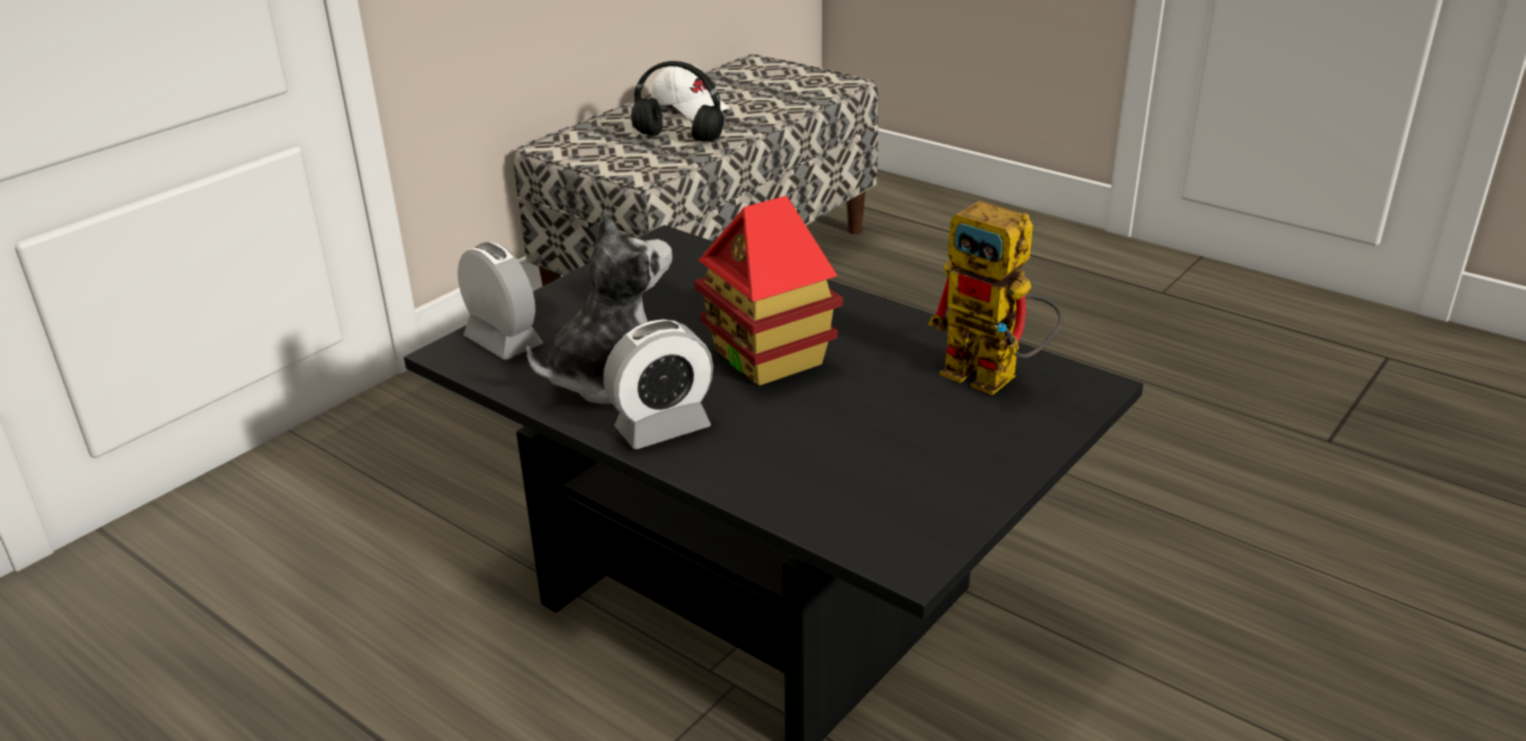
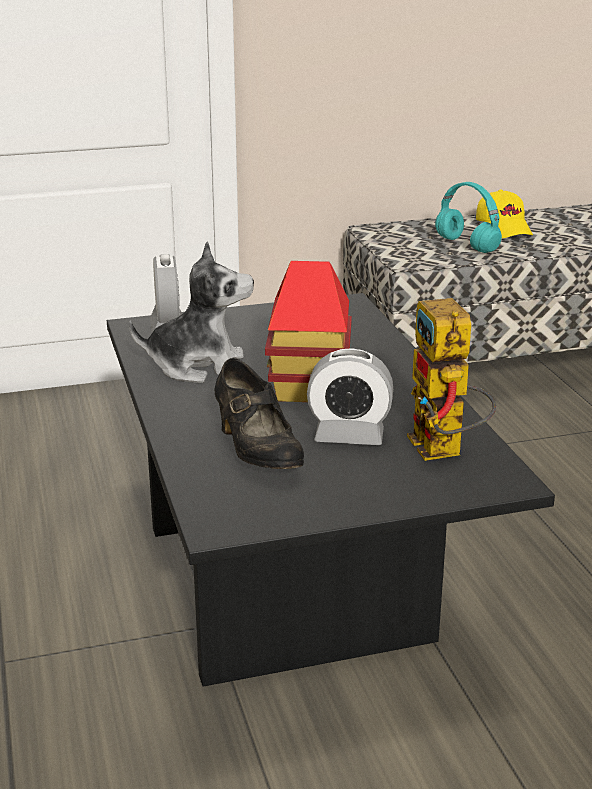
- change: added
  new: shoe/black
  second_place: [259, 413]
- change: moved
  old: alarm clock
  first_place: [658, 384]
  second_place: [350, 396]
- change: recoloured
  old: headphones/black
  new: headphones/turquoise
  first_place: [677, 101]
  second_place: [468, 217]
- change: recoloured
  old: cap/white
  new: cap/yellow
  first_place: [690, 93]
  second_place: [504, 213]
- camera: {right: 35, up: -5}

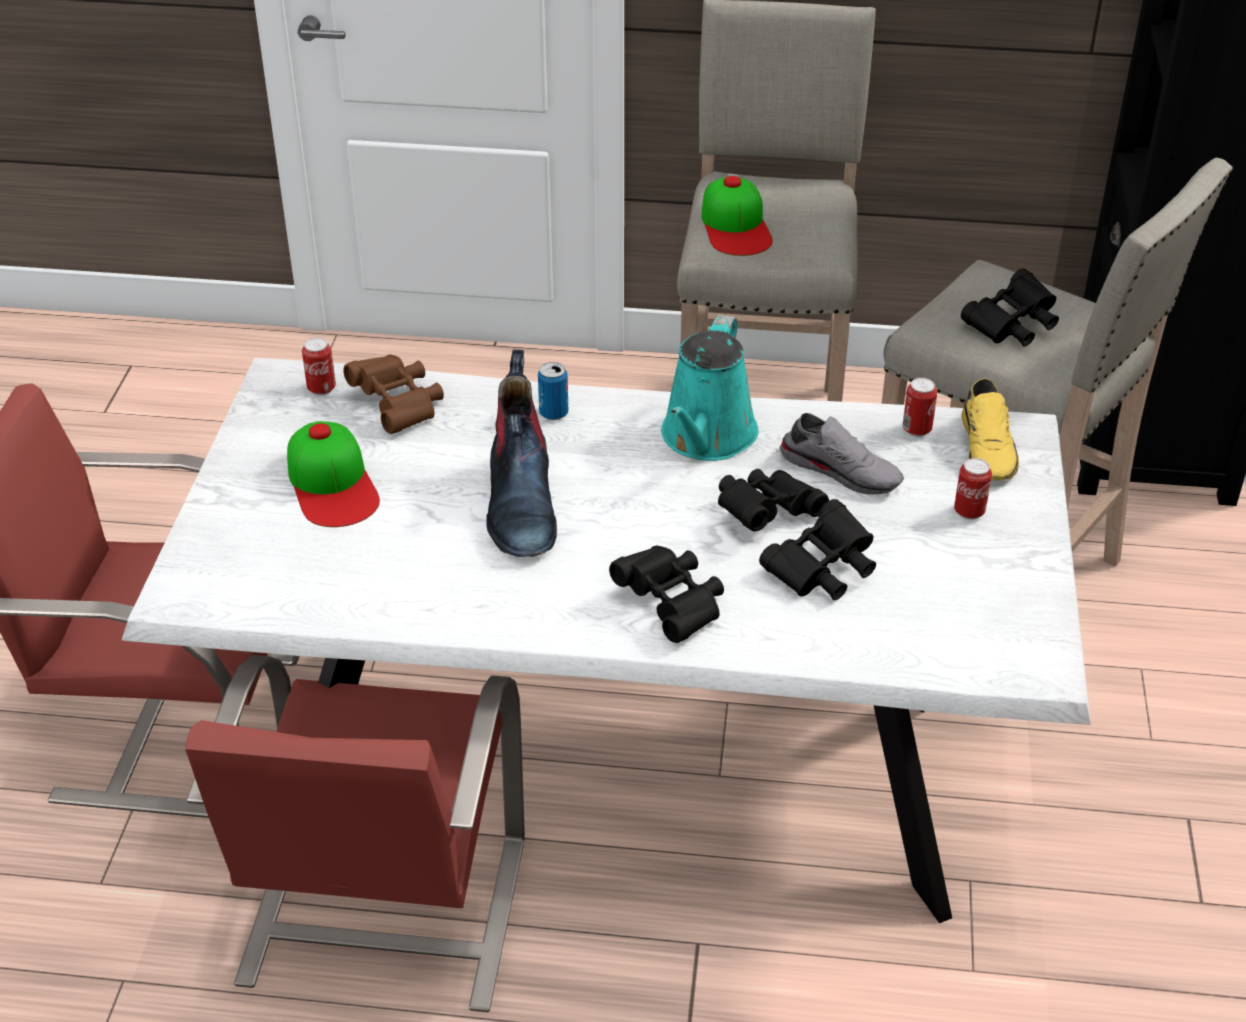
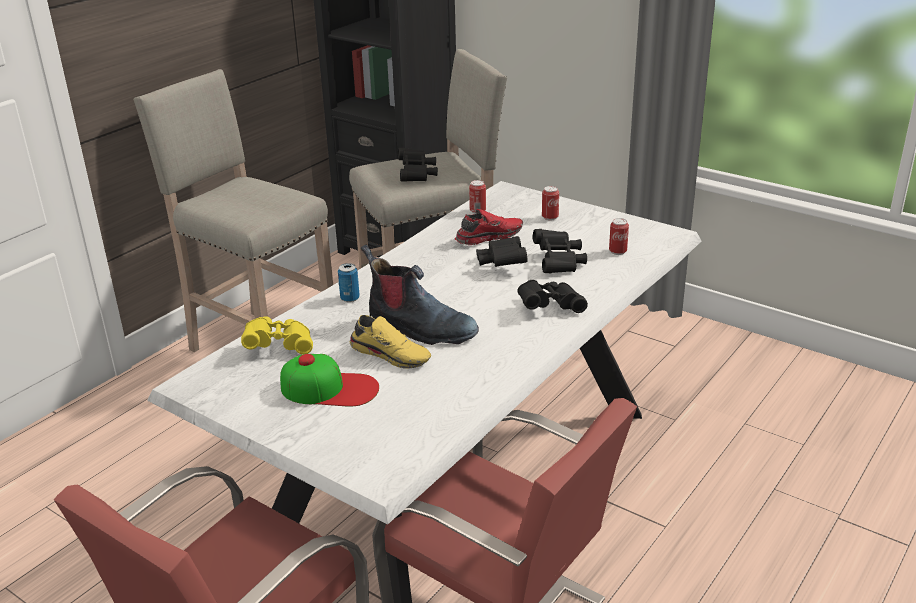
- change: recoloured
  old: binoculars/brown
  new: binoculars/yellow
  first_place: [393, 394]
  second_place: [277, 335]
- change: moved
  old: shoe/yellow
  first_place: [990, 429]
  second_place: [390, 342]
- change: recoloured
  old: shoe/grey
  new: shoe/red
  first_place: [841, 453]
  second_place: [489, 227]
- change: moved
  old: can
  first_place: [319, 366]
  second_place: [619, 236]
- change: removed
  old: watering can/turquoise
  first_place: [710, 388]
- change: removed
  old: cap
  first_place: [737, 216]
- camera: {right: -60, up: -10}

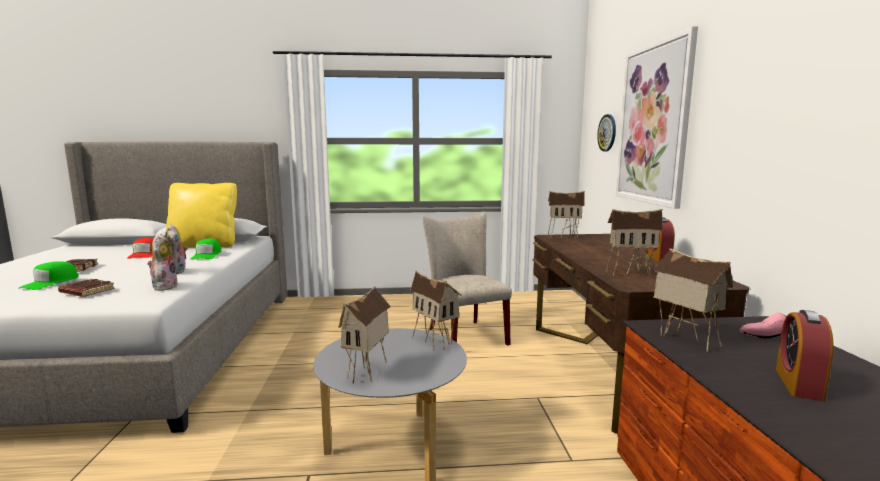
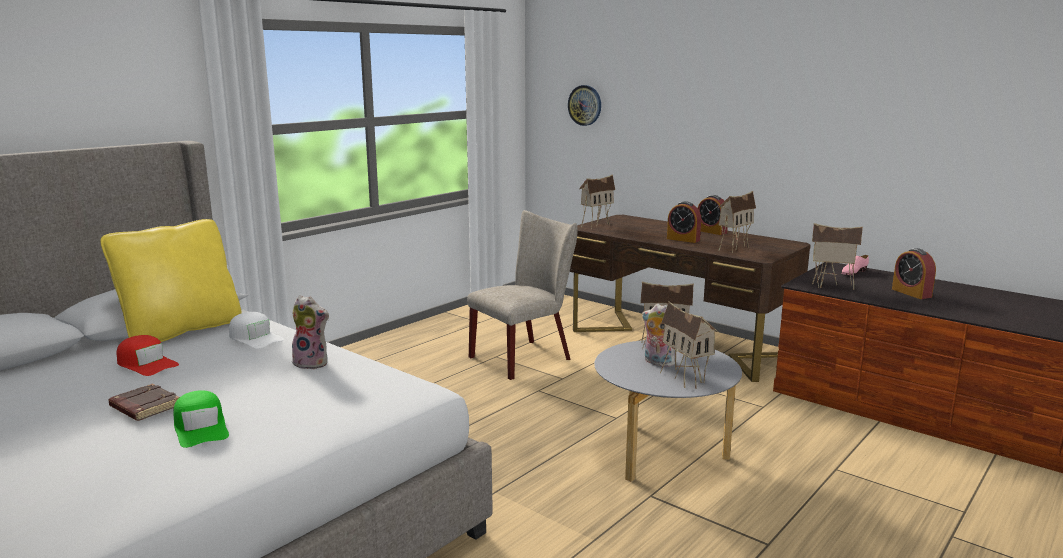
- change: recoloured
  old: cap/green
  new: cap/white
  first_place: [206, 249]
  second_place: [256, 330]
- change: turned
  old: chair/beige
  first_place: [467, 279]
  second_place: [522, 295]
  degrees: 120
- change: moved
  old: plush toy
  first_place: [163, 262]
  second_place: [658, 335]
- change: added
  new: alarm clock
  second_place: [684, 222]
- change: removed
  old: book/brown
  first_place: [86, 288]
- change: removed
  old: picture
  first_place: [657, 117]
- camera: {right: -45, up: 5}

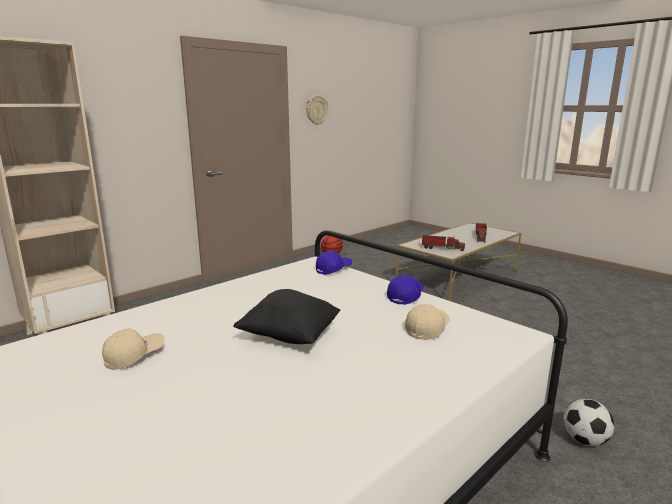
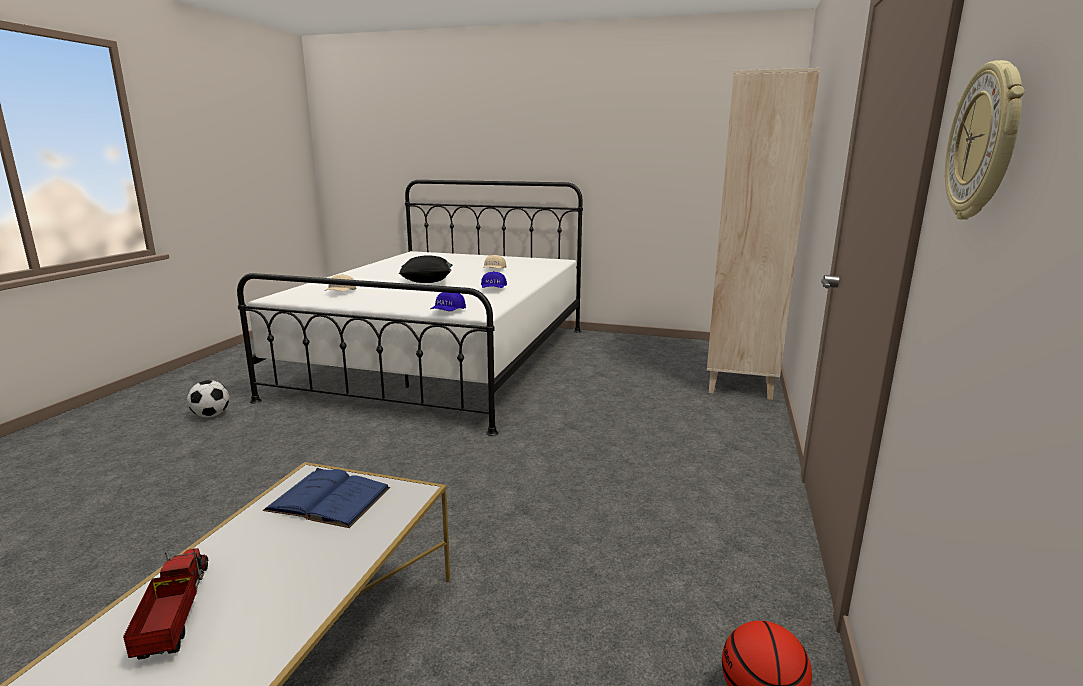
- change: replaced
  old: toy truck
  new: book/blue
  first_place: [443, 243]
  second_place: [326, 498]
- change: moved
  old: cap/blue
  first_place: [405, 290]
  second_place: [494, 279]
- camera: {right: 150, up: 0}

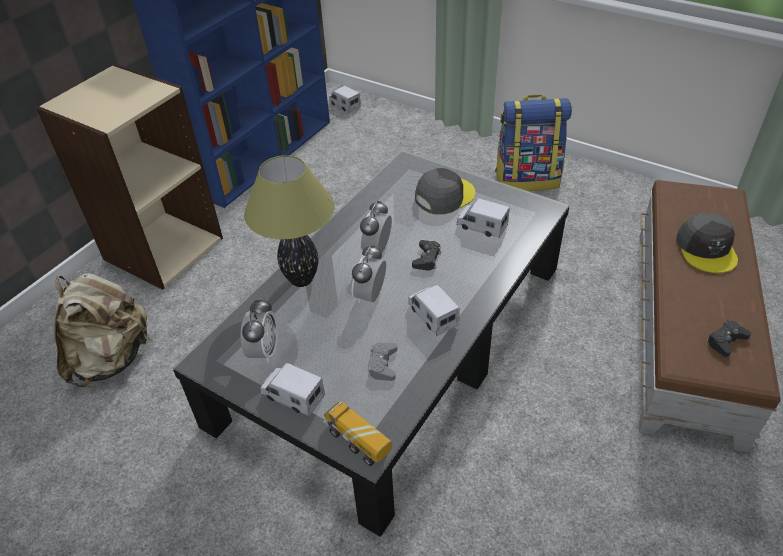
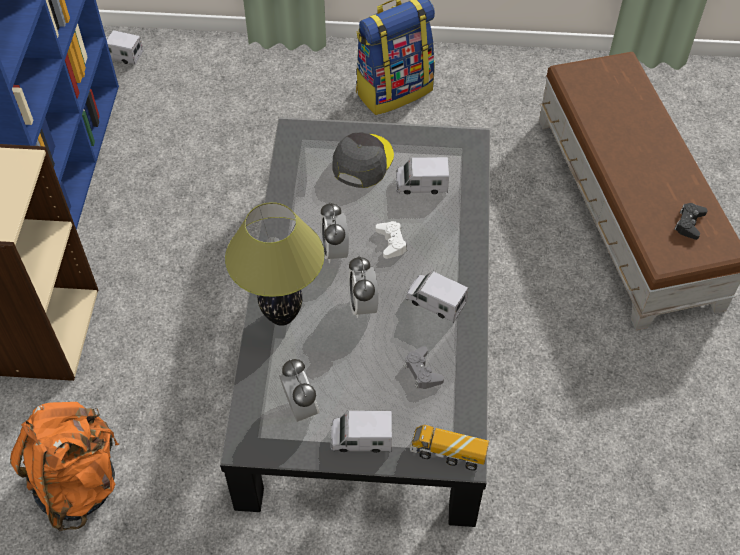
- change: recoloured
  old: backpack/beige
  new: backpack/orange
  first_place: [102, 330]
  second_place: [64, 466]
- change: recoloured
  old: game controller/black
  new: game controller/white
  first_place: [426, 255]
  second_place: [391, 240]
- change: removed
  old: cap/grey
  first_place: [707, 243]
- camera: {right: -30, up: 10}

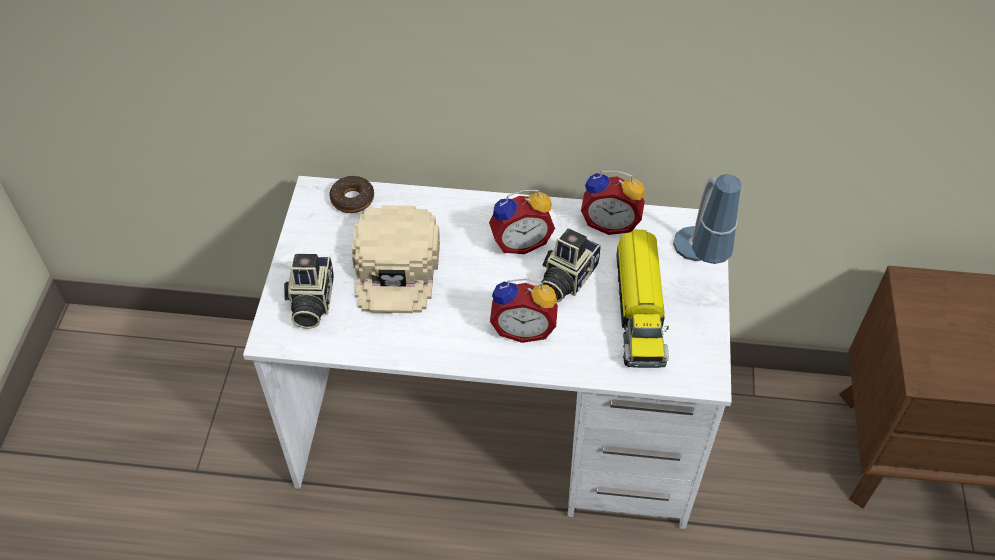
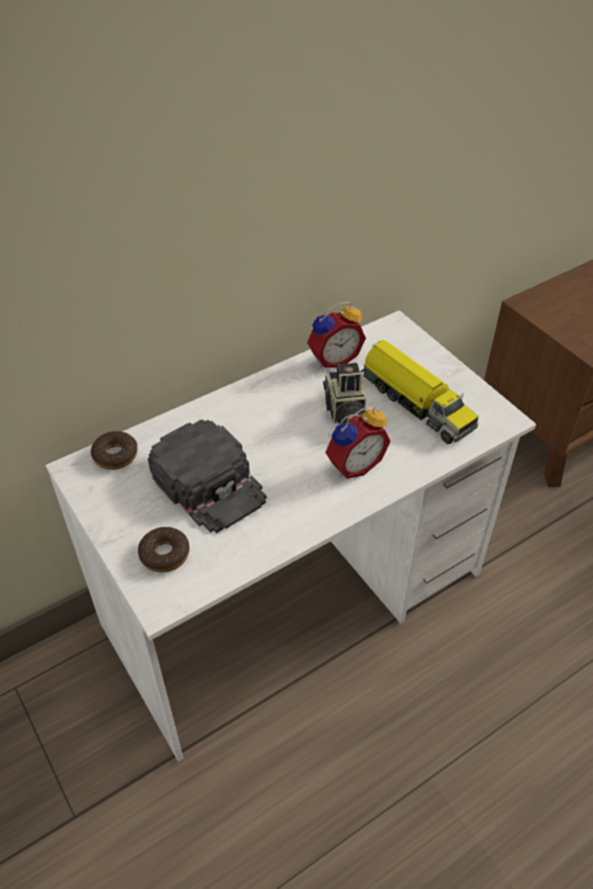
- change: replaced
  old: photo camera
  new: donut
  first_place: [309, 291]
  second_place: [164, 549]
- change: recoloured
  old: cap/beige
  new: cap/black
  first_place: [396, 259]
  second_place: [207, 476]
- change: removed
  old: alarm clock
  first_place: [522, 222]
- change: removed
  old: table lamp
  first_place: [707, 219]
- camera: {right: -40, up: -5}

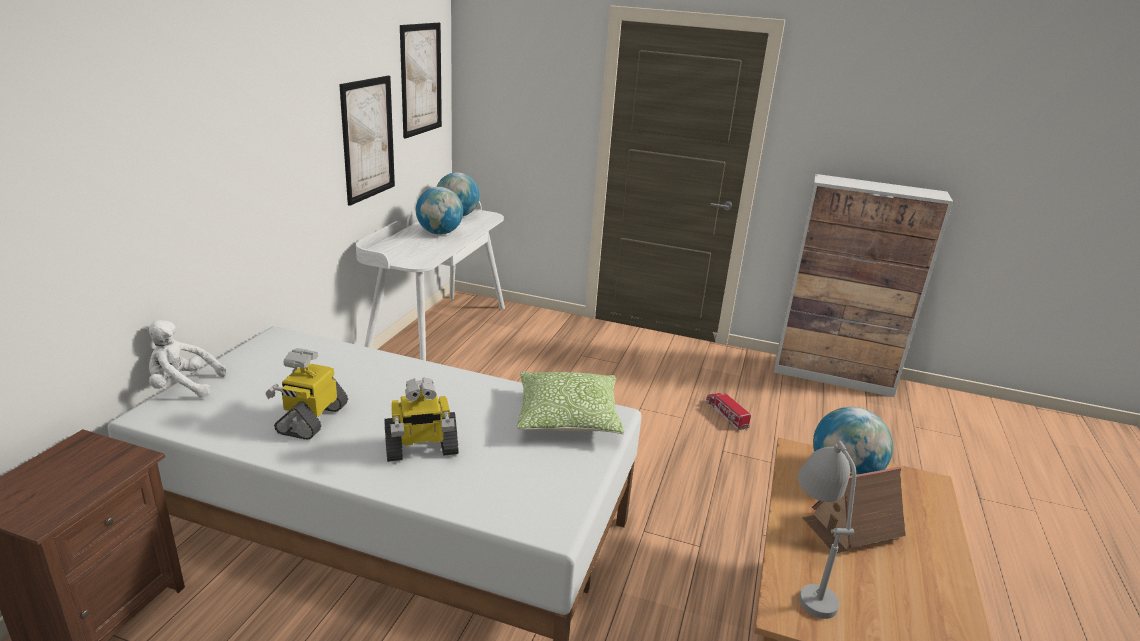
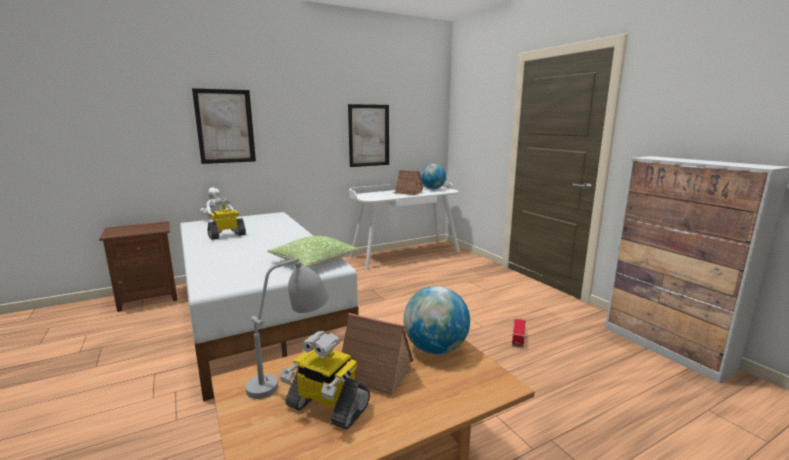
- change: moved
  old: picture
  first_place: [421, 81]
  second_place: [224, 126]
- change: moved
  old: toy robot
  first_place: [422, 419]
  second_place: [325, 380]
- change: replaced
  old: globe
  new: toy house
  first_place: [439, 211]
  second_place: [408, 182]
- camera: {right: 45, up: -10}

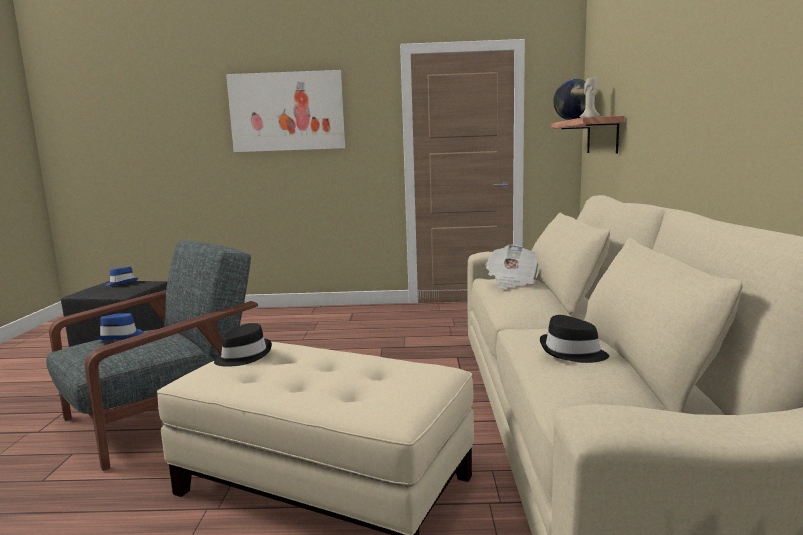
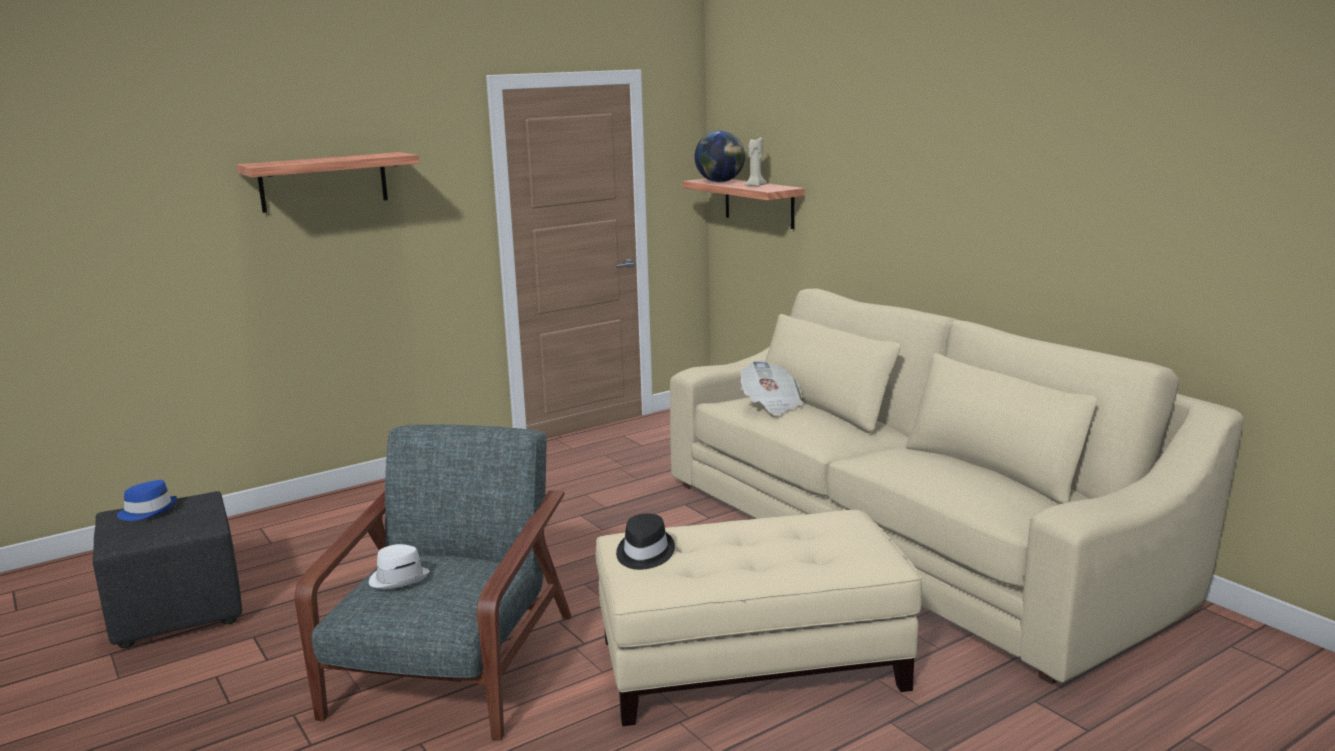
- change: replaced
  old: picture
  new: shelf
  first_place: [285, 111]
  second_place: [327, 182]
- change: recoloured
  old: hat/blue
  new: hat/white
  first_place: [119, 326]
  second_place: [399, 566]
- change: removed
  old: hat/black
  first_place: [574, 339]
- camera: {right: -35, up: 5}

